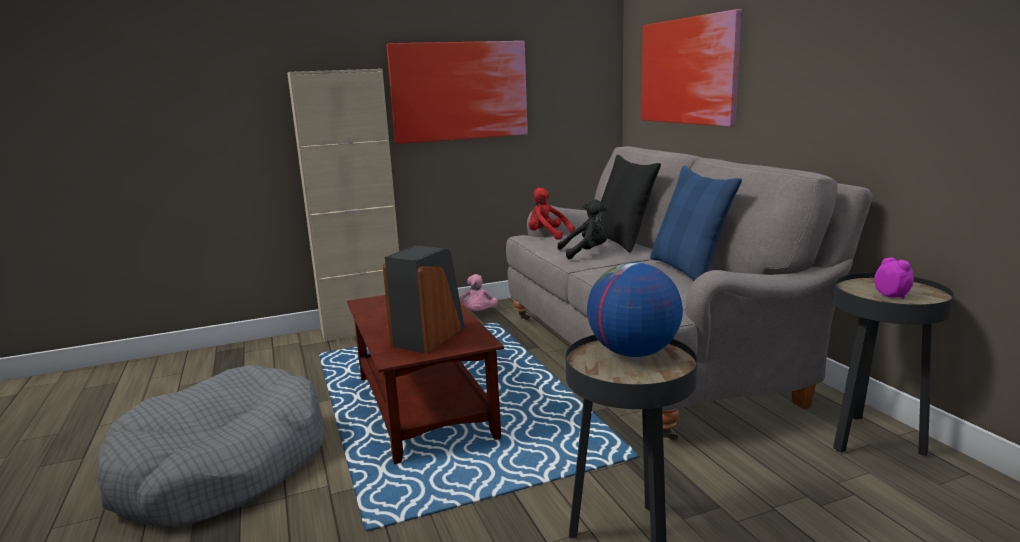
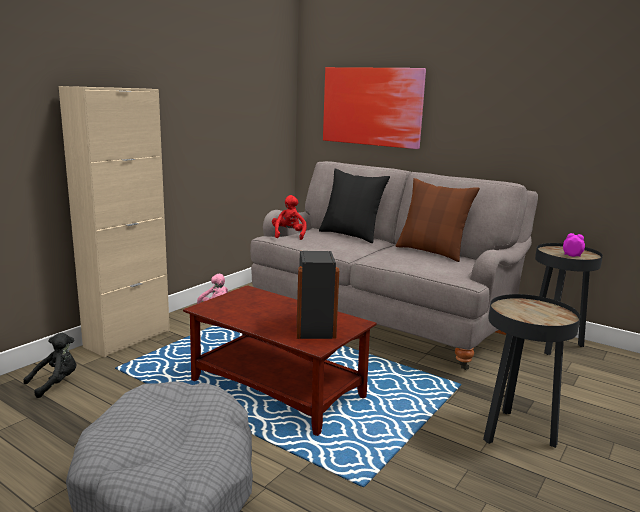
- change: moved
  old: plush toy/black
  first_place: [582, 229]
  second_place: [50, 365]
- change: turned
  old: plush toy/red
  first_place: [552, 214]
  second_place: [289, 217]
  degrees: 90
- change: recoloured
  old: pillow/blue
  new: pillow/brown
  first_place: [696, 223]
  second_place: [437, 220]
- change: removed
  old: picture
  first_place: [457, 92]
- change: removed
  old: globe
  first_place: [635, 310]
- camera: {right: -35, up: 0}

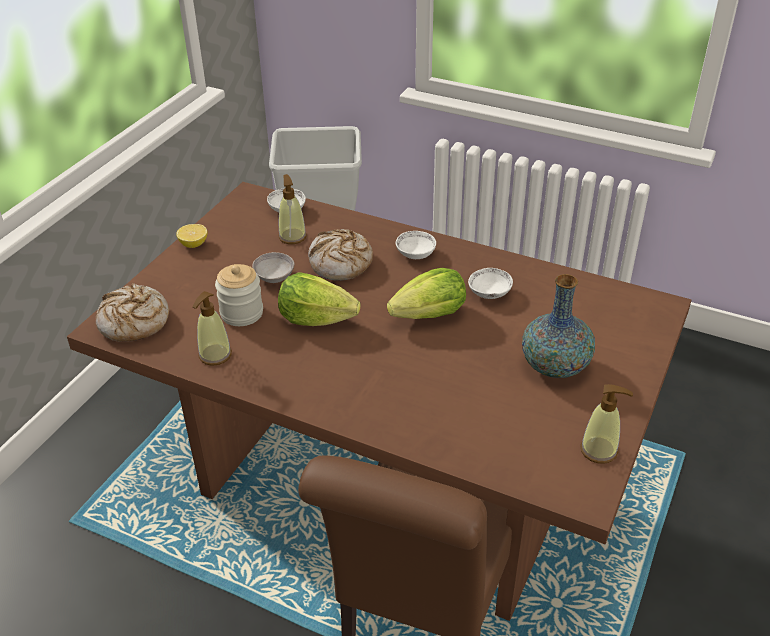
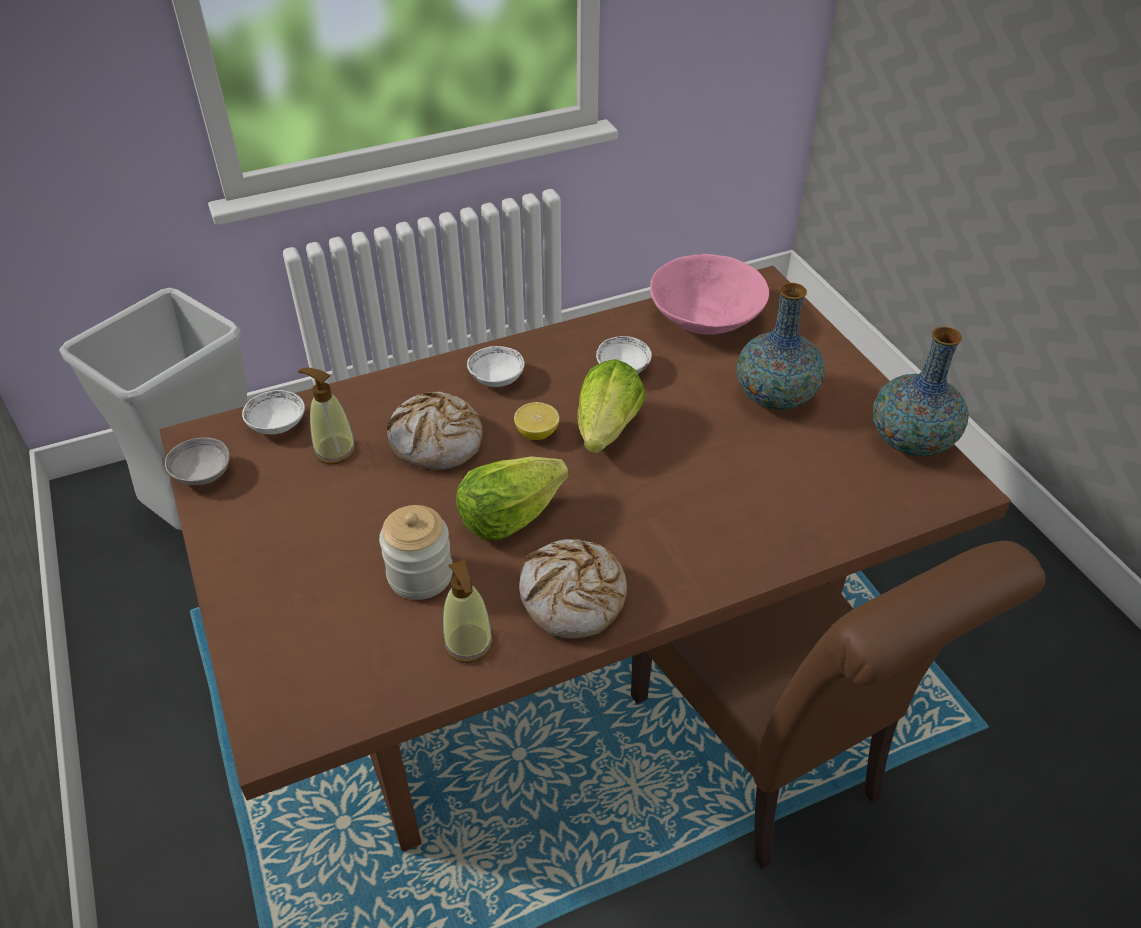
- change: moved
  old: bowl/grey
  first_place: [273, 267]
  second_place: [197, 461]
- change: moved
  old: lemon
  first_place: [192, 236]
  second_place: [537, 421]
- change: moved
  old: bread
  first_place: [132, 312]
  second_place: [573, 588]
- change: added
  new: bowl/pink
  second_place: [709, 294]
- change: replaced
  old: soap dispenser
  new: vase
  first_place: [606, 424]
  second_place: [921, 391]
- camera: {right: -50, up: 5}

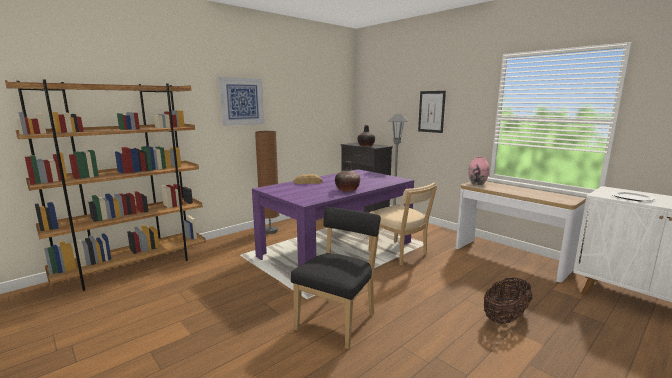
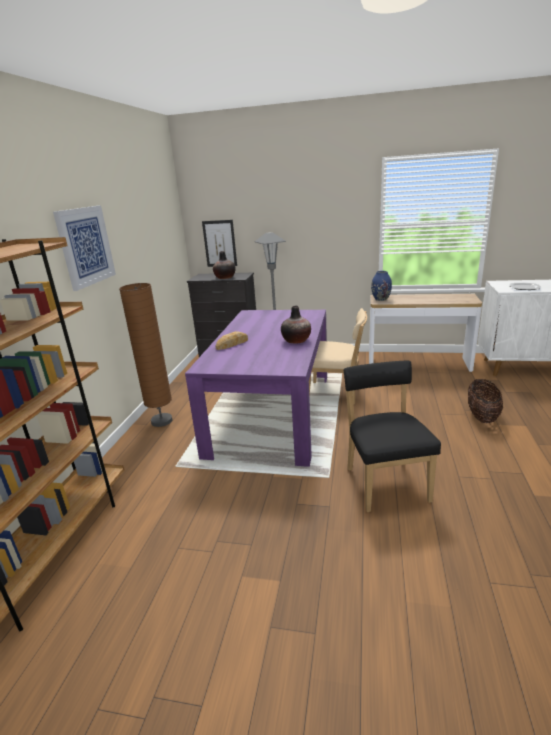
- change: moved
  old: picture
  first_place: [432, 112]
  second_place: [219, 243]
- change: recoloured
  old: vase/pink
  new: vase/blue
  first_place: [478, 171]
  second_place: [381, 286]
- camera: {right: -35, up: 10}

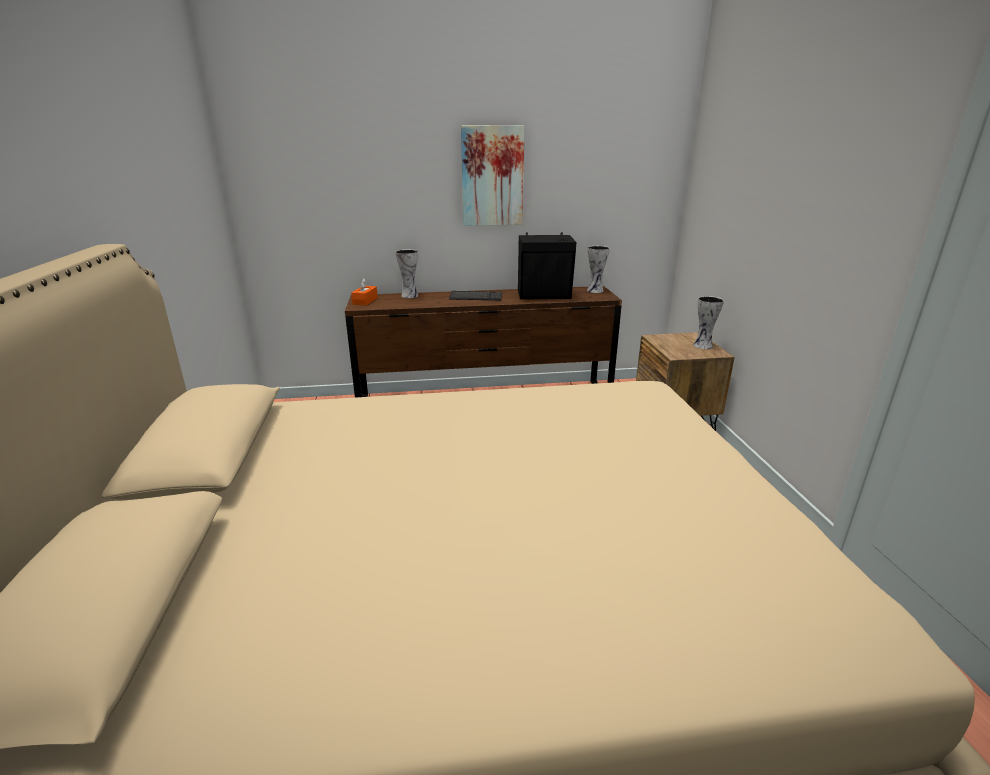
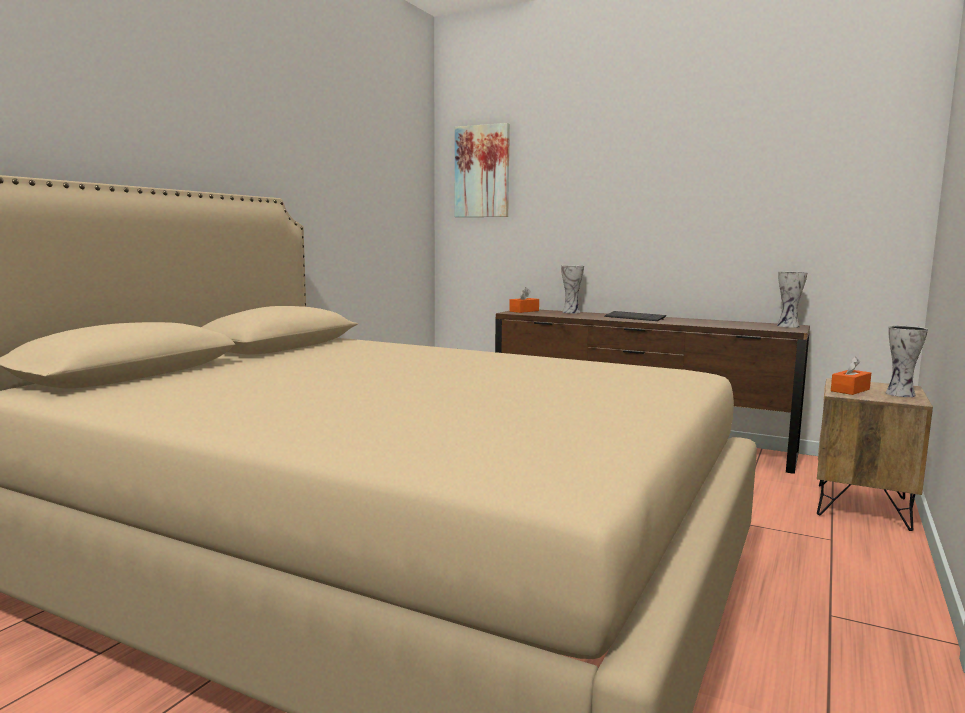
- change: moved
  old: picture
  first_place: [493, 175]
  second_place: [482, 170]
- change: added
  new: tissue box/orange
  second_place: [851, 376]
- change: removed
  old: speaker/black
  first_place: [547, 265]
- camera: {right: 35, up: -15}

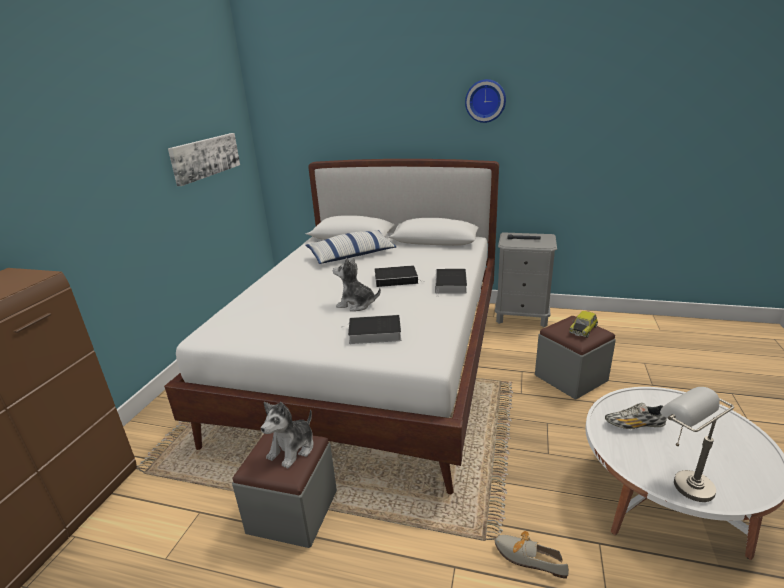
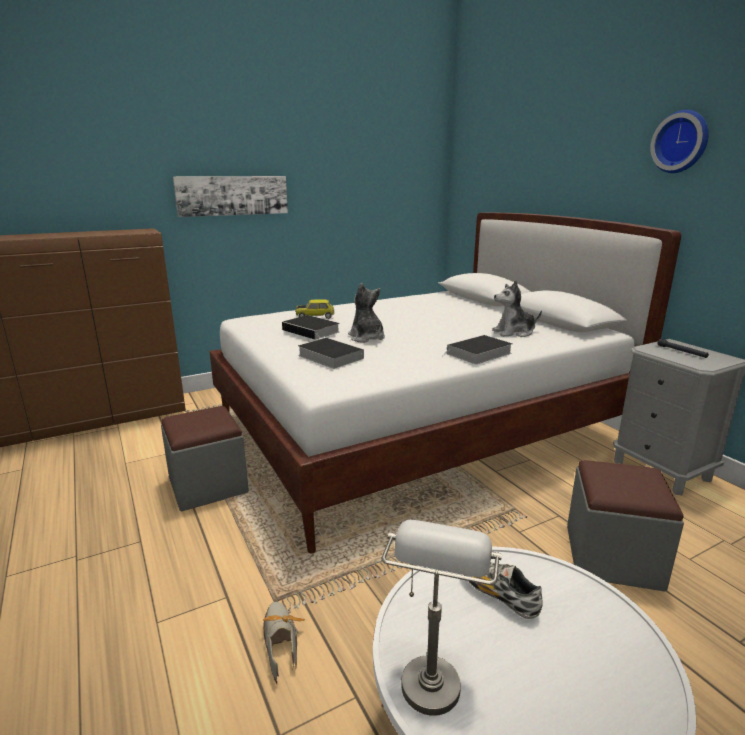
- change: moved
  old: picture
  first_place: [204, 159]
  second_place: [230, 196]
- change: moved
  old: book
  first_place: [400, 276]
  second_place: [311, 327]
- change: moved
  old: toy car
  first_place: [583, 324]
  second_place: [315, 309]
- change: moved
  old: plush toy
  first_place: [287, 435]
  second_place: [517, 308]
- change: removed
  old: pillow
  first_place: [350, 247]
- camera: {right: 45, up: -5}

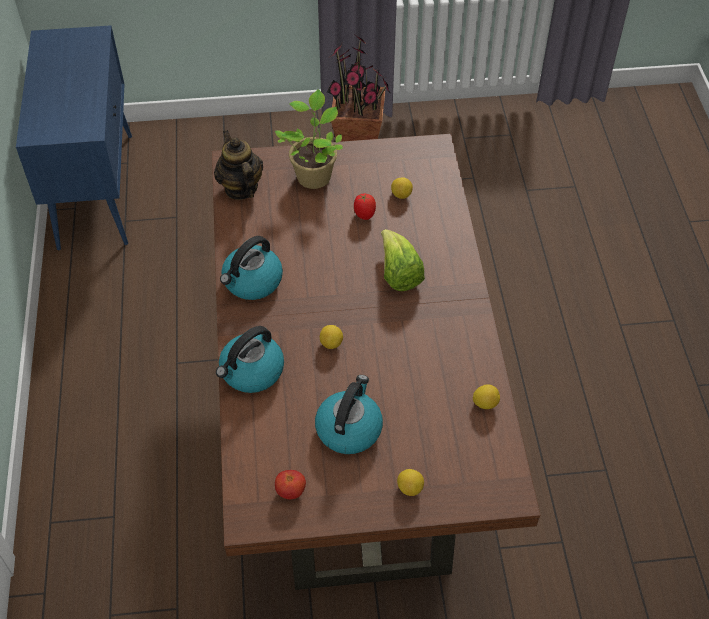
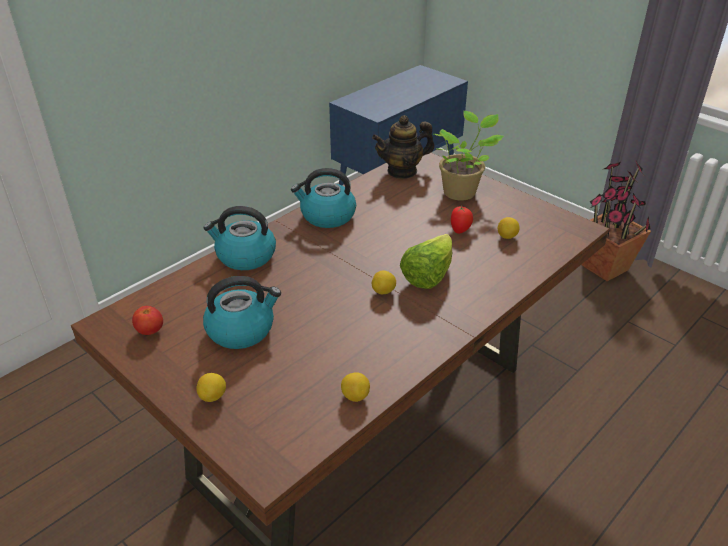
- change: turned
  old: teapot
  first_place: [238, 165]
  second_place: [403, 147]
  degrees: -135
- change: moved
  old: lemon
  first_place: [331, 337]
  second_place: [384, 282]
- camera: {right: 50, up: -15}

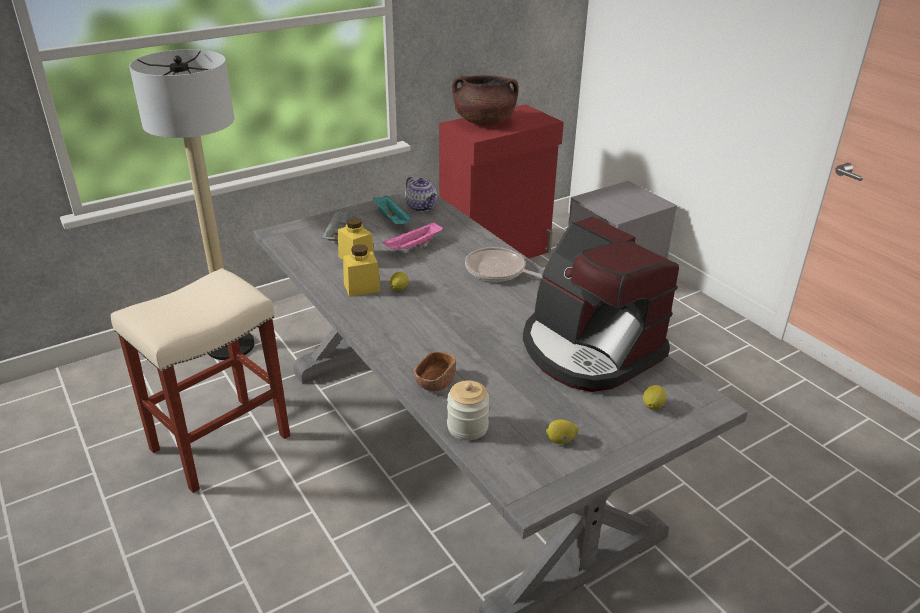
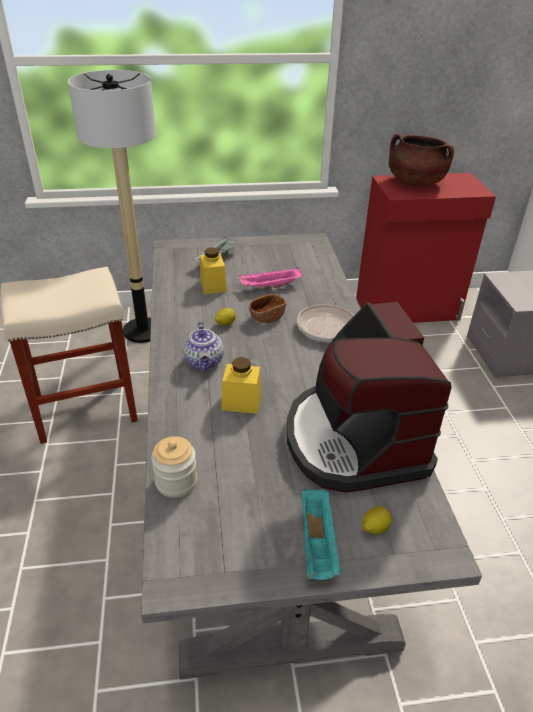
- change: moved
  old: teapot
  first_place: [421, 194]
  second_place: [203, 346]
- change: moved
  old: jar/yellow
  first_place: [362, 271]
  second_place: [241, 385]
- change: moved
  old: bowl/brown
  first_place: [435, 371]
  second_place: [267, 308]
- change: moved
  old: tray/turquoise
  first_place: [392, 210]
  second_place: [321, 534]
- change: removed
  old: lemon
  first_place: [562, 432]
- camera: {right: 25, up: 5}

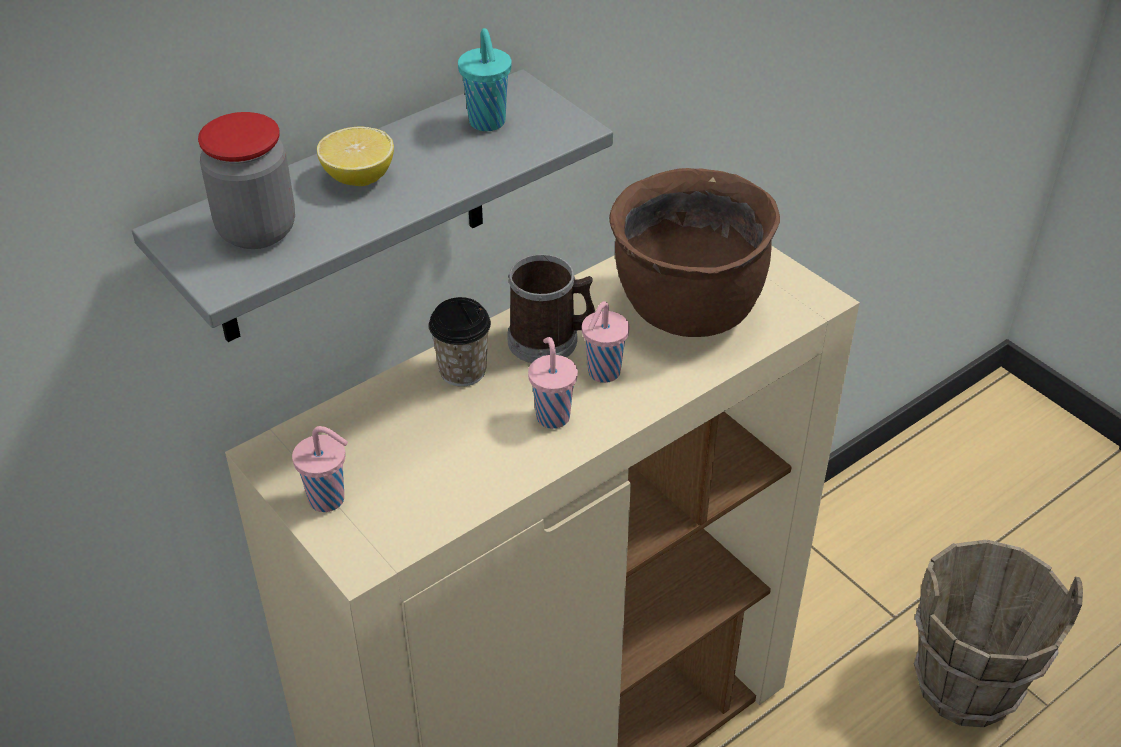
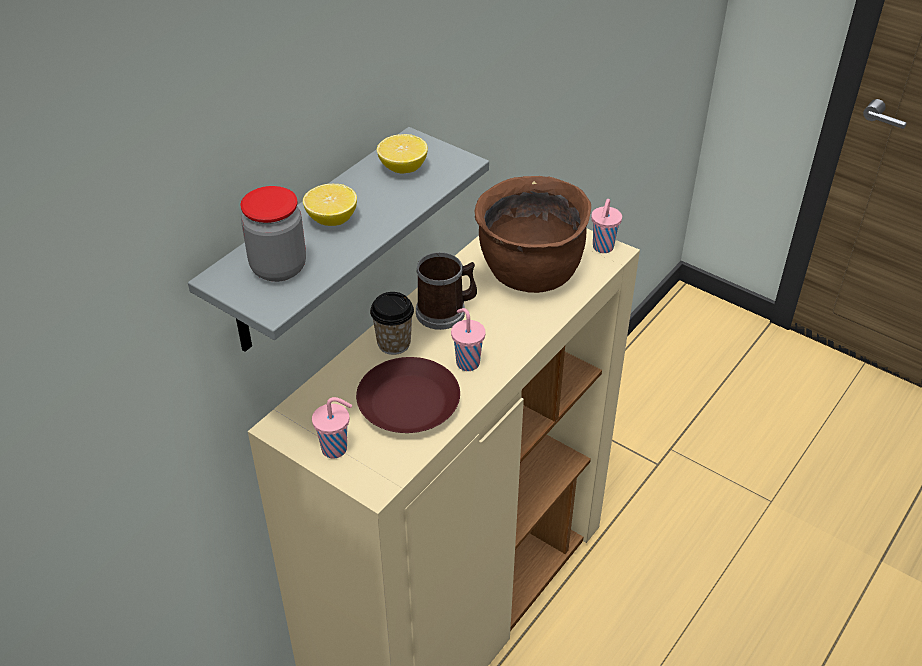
- change: added
  new: plate/brown
  second_place: [408, 395]
- change: replaced
  old: cup/turquoise
  new: lemon
  first_place: [485, 79]
  second_place: [402, 153]
- change: moved
  old: cup/pink
  first_place: [606, 342]
  second_place: [606, 226]
- change: removed
  old: bucket/brown
  first_place: [998, 633]
- camera: {right: -15, up: 0}

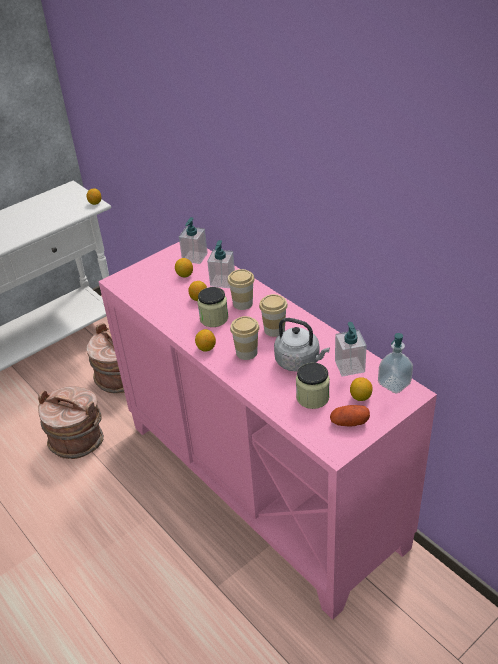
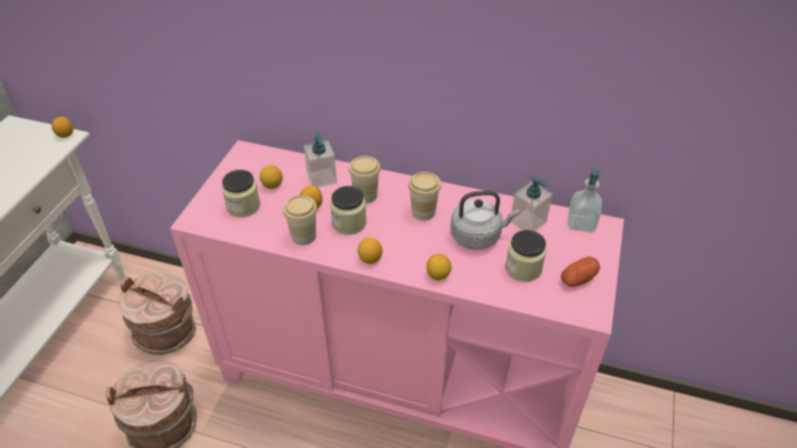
- change: added
  new: jar
  second_place: [241, 193]
- change: moved
  old: cup
  first_place: [245, 338]
  second_place: [300, 220]
- change: moved
  old: lemon
  first_place: [361, 389]
  second_place: [439, 267]
- change: removed
  old: soap dispenser
  first_place: [193, 240]
- camera: {right: -35, up: 5}

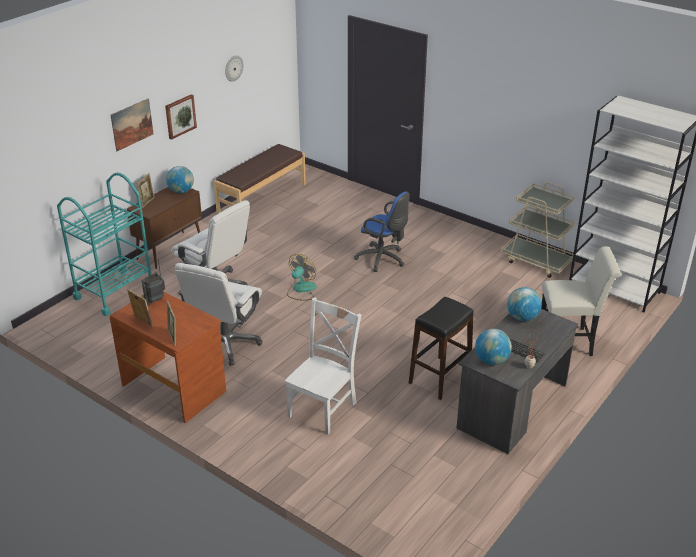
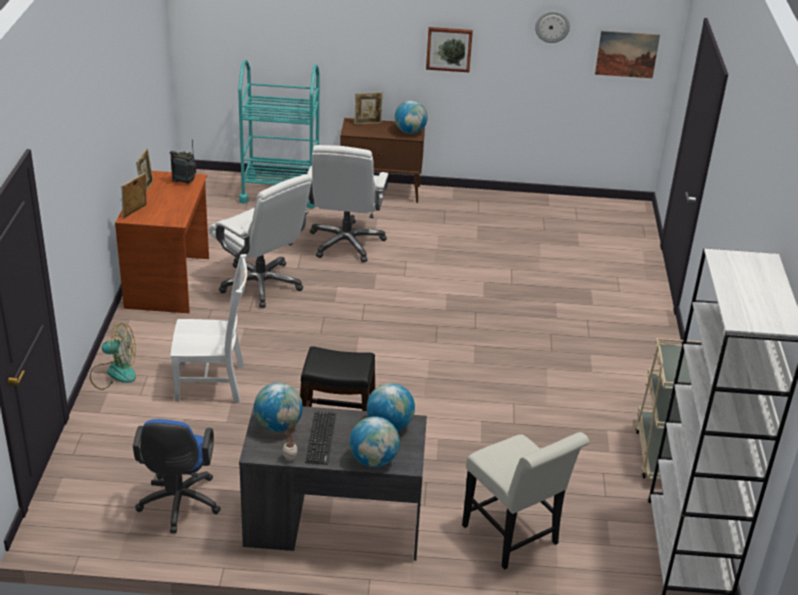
- change: moved
  old: fan
  first_place: [302, 277]
  second_place: [113, 356]
- change: moved
  old: office chair/blue
  first_place: [382, 231]
  second_place: [177, 476]
- change: turned
  old: office chair/white
  first_place: [218, 314]
  second_place: [260, 241]
  degrees: -120
- change: added
  new: globe
  second_place: [375, 441]
- change: moved
  old: picture
  first_place: [132, 125]
  second_place: [627, 54]
- change: removed
  old: bench/brown
  first_place: [260, 179]
- camera: {right: 55, up: 0}

